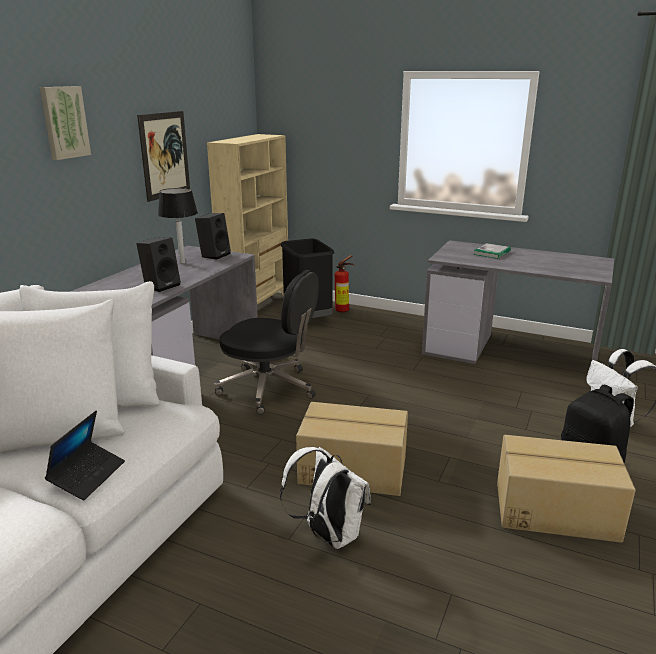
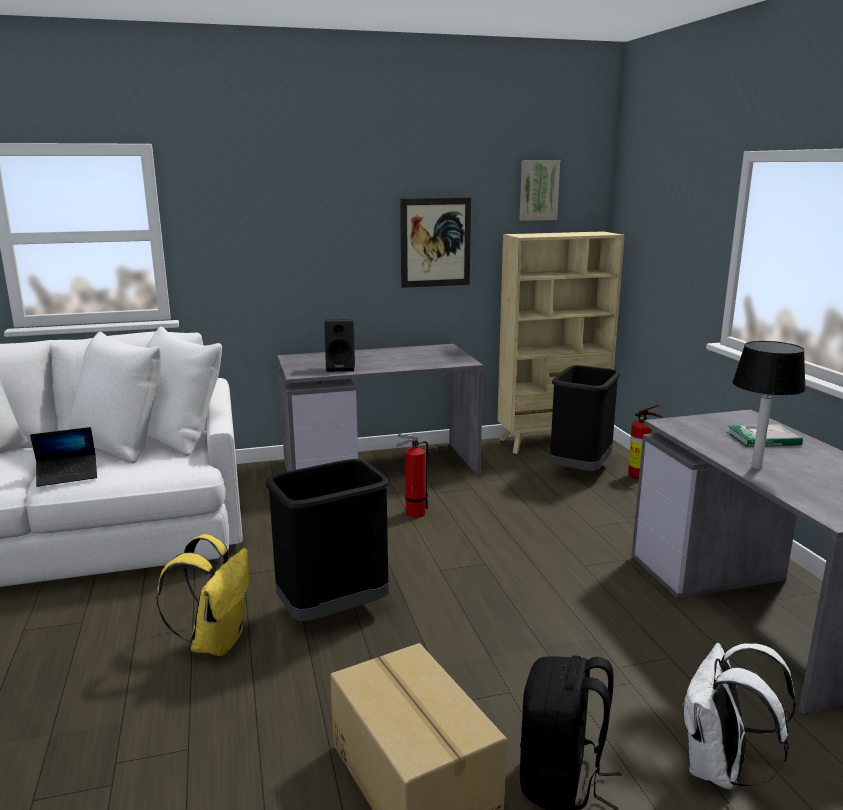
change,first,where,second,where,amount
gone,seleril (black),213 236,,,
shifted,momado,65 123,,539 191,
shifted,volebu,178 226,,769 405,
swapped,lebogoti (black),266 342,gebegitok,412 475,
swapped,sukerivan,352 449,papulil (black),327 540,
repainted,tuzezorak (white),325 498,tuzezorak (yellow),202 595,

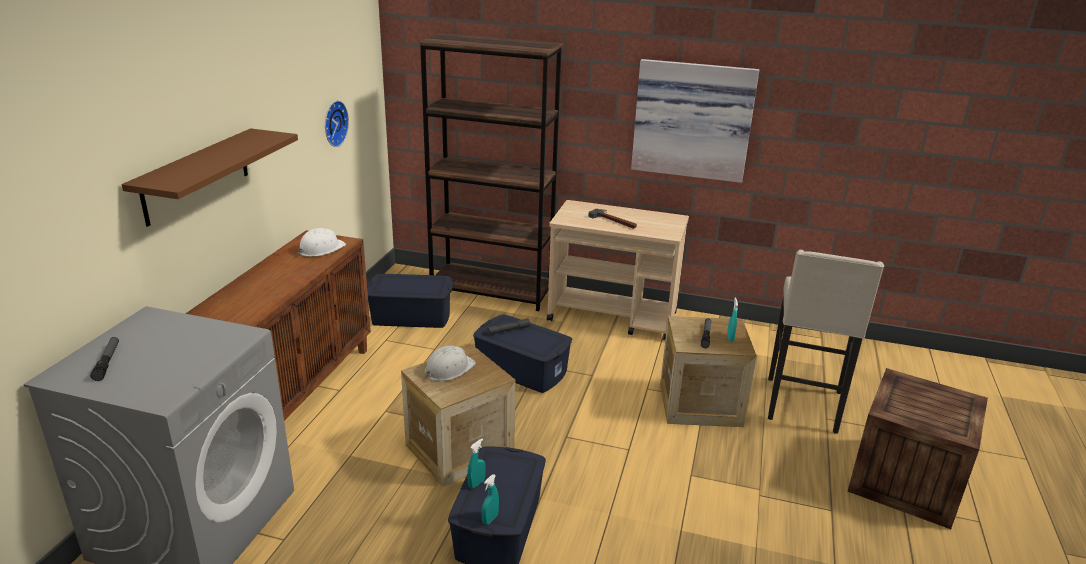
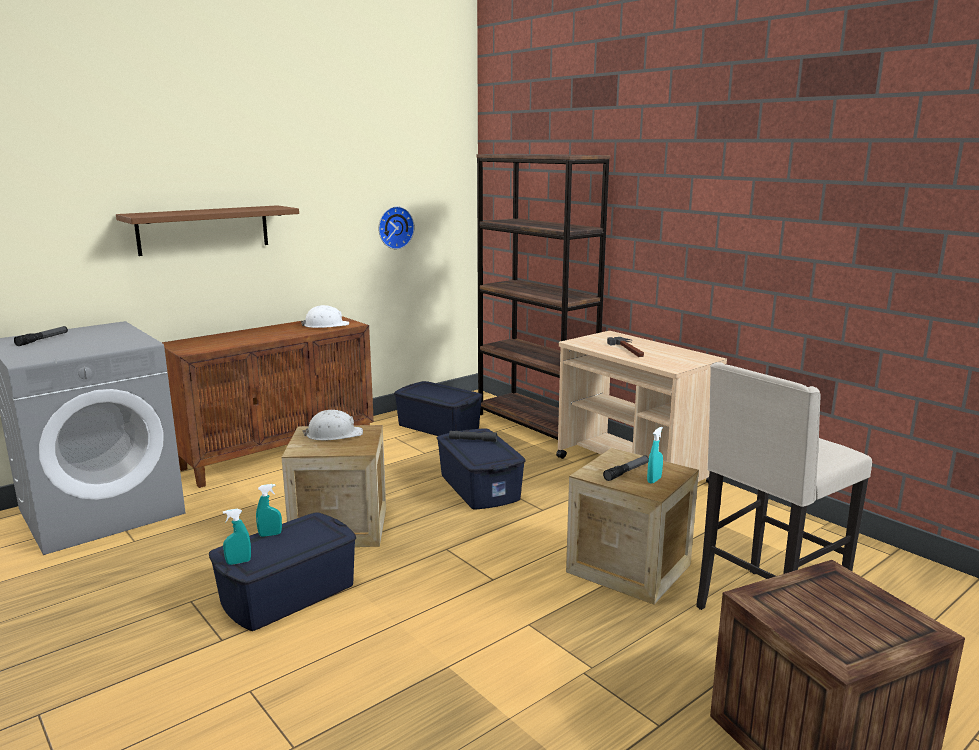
change,first,where,second,where,amount
gone,momado,695 121,,,

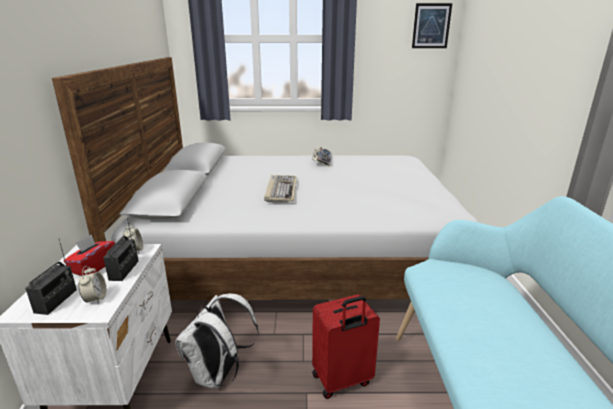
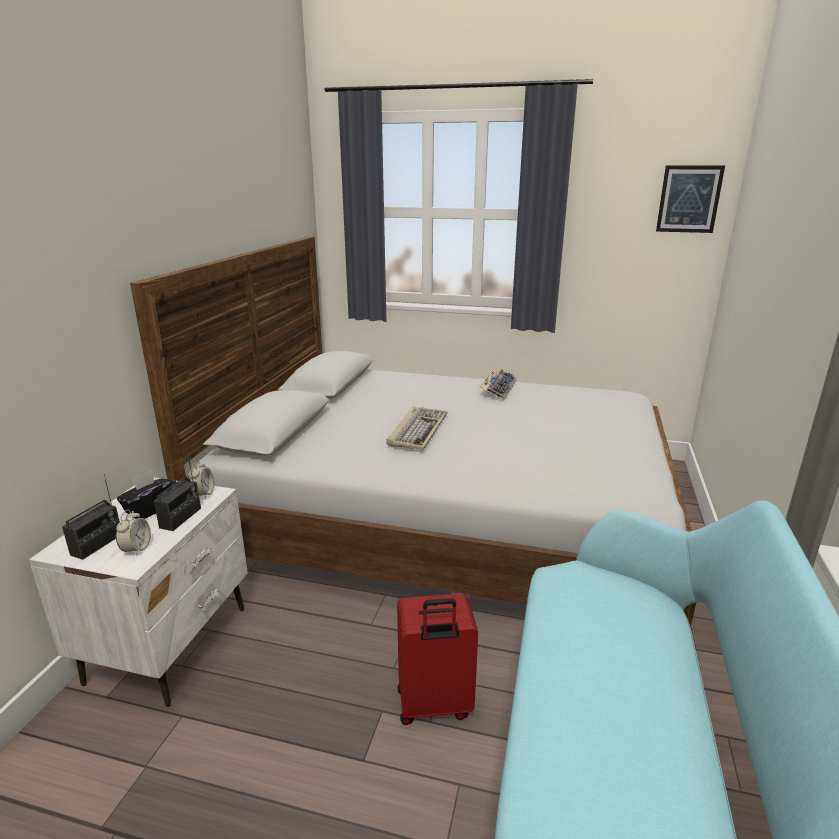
change,first,where,second,where,amount
gone,tuzezorak (white),217 341,,,
repainted,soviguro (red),89 255,soviguro (black),147 494,

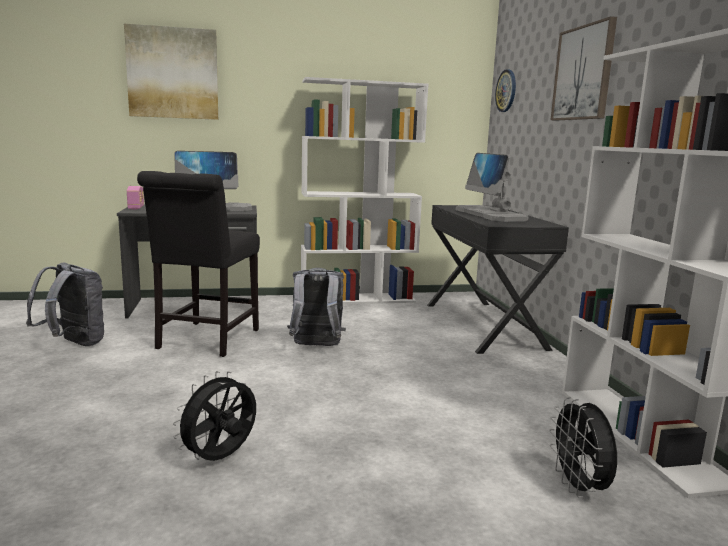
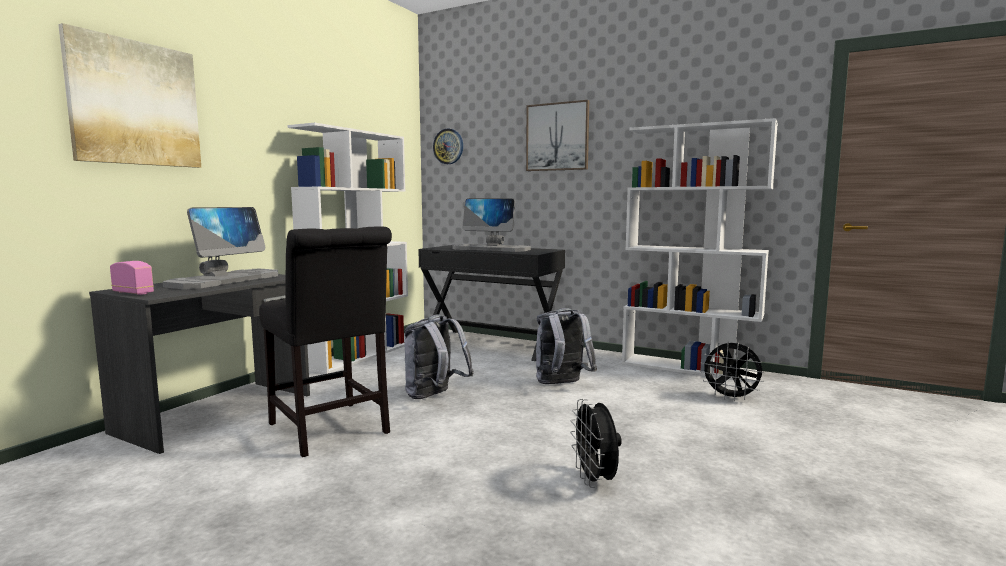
change,first,where,second,where,amount
shifted,tuzezorak (grey),65 304,,566 346,

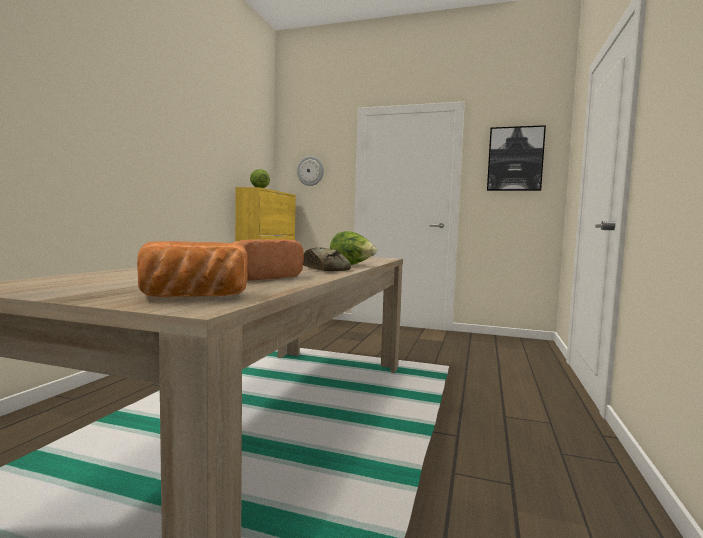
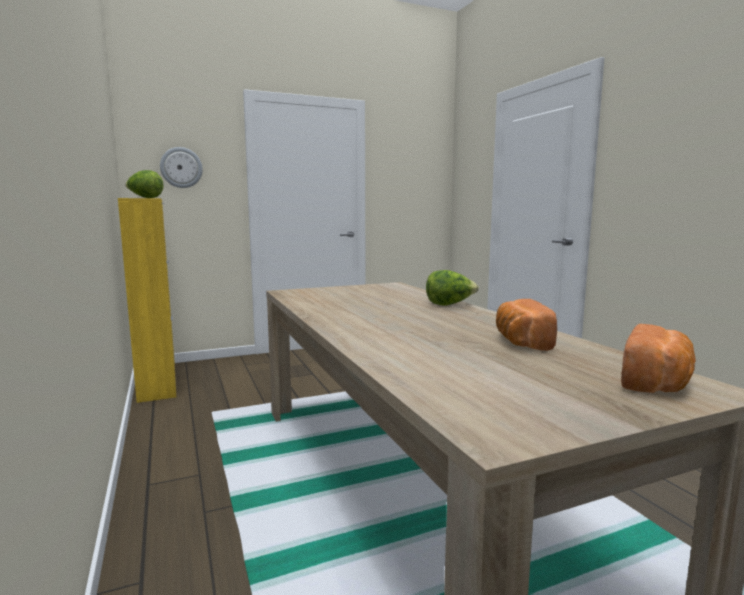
change,first,where,second,where,amount
gone,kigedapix,327 259,,,
gone,momado,516 158,,,

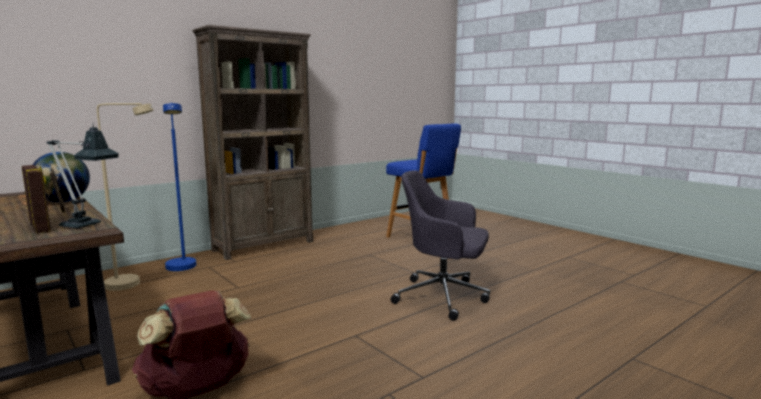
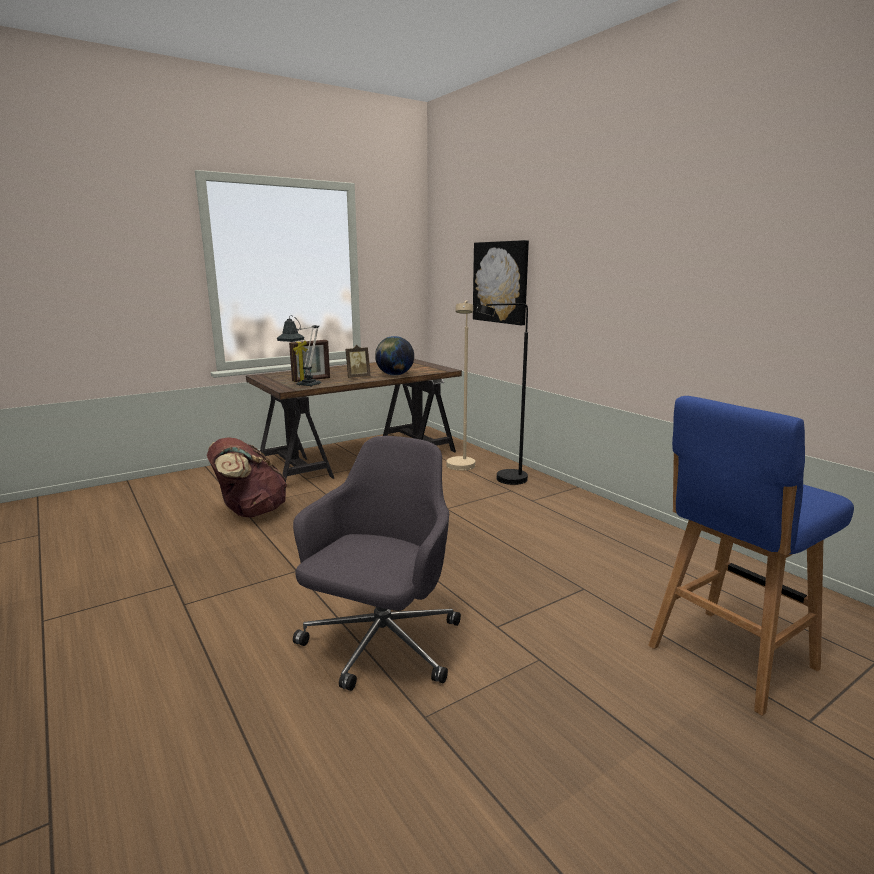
change,first,where,second,where,amount
gone,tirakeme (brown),252 142,,,
new,,,momado,501 282,
repainted,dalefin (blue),179 187,dalefin (black),502 394,

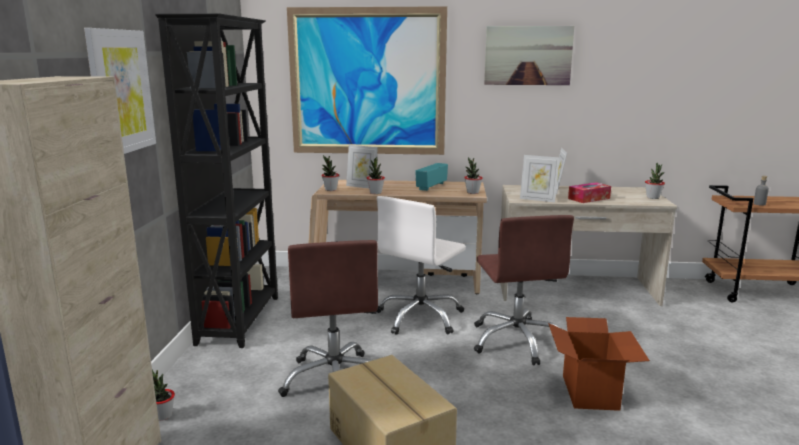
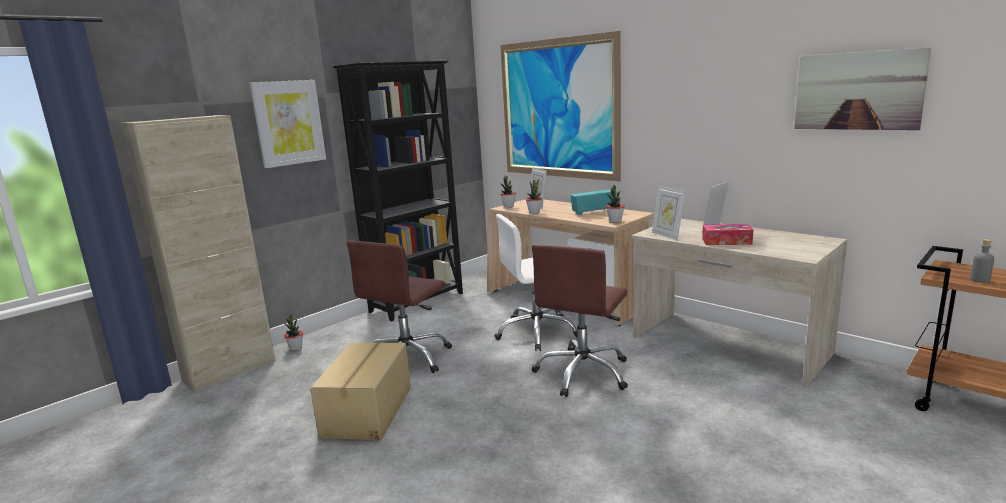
change,first,where,second,where,amount
gone,sukerivan,599 364,,,
gone,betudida,655 181,,,
shifted,momado,529 55,,863 88,

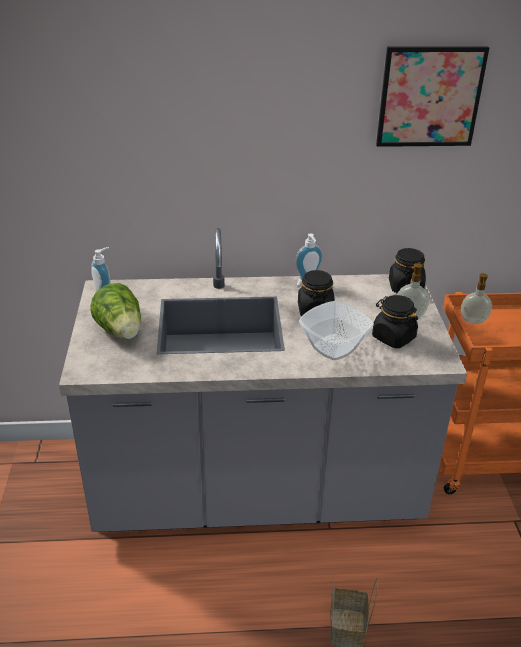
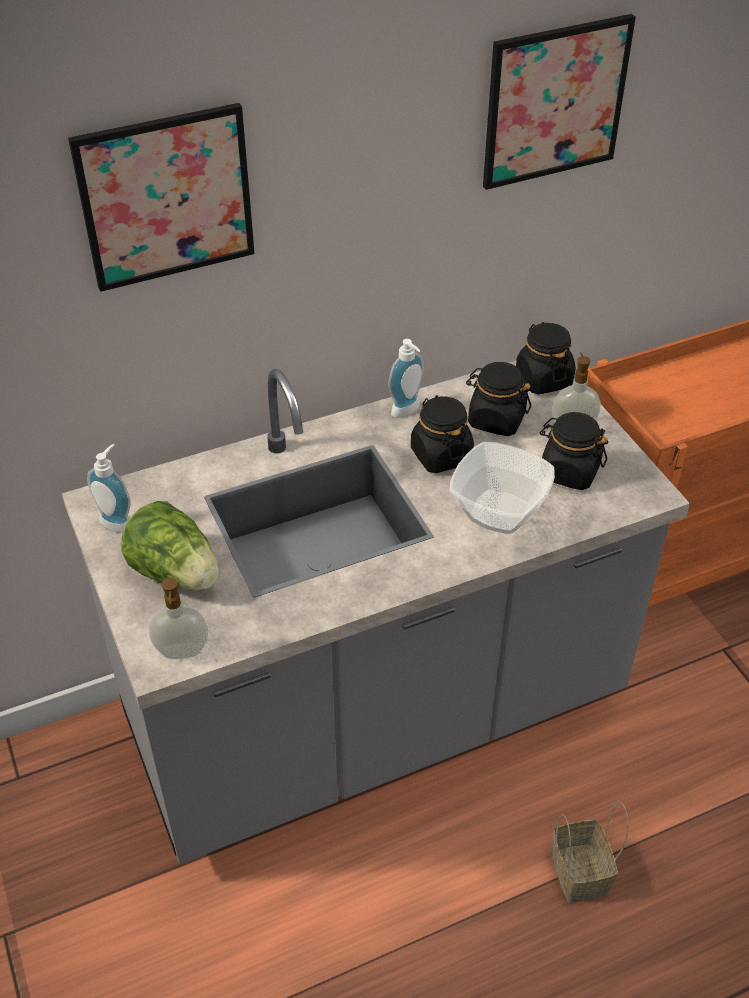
change,first,where,second,where,amount
new,,,momado,161 197,
new,,,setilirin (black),498 399,
shifted,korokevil,476 298,,178 618,

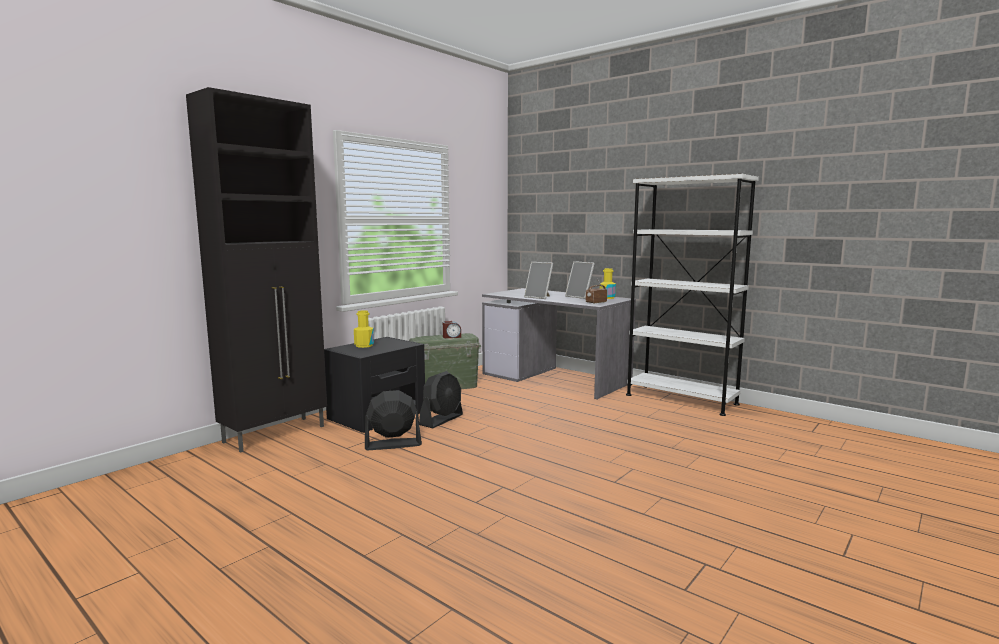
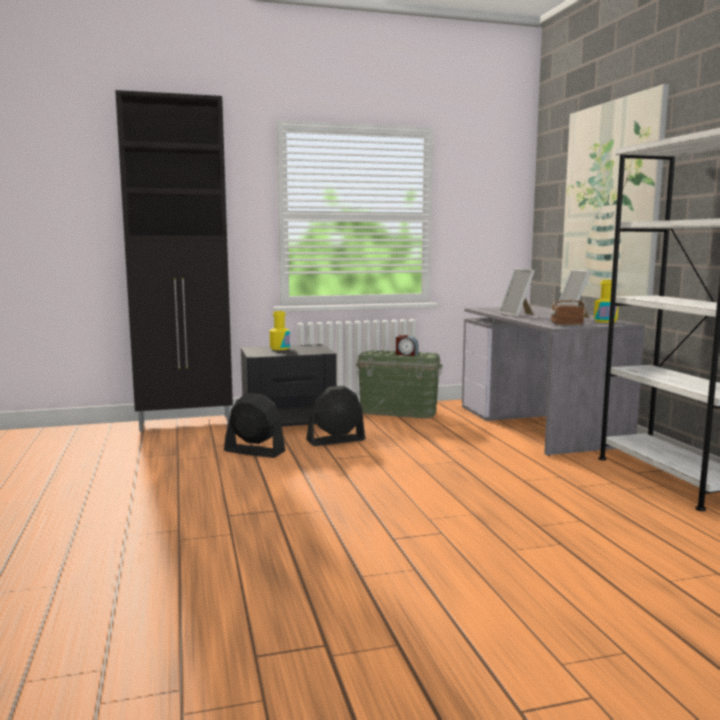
change,first,where,second,where,amount
new,,,momado,614 191,

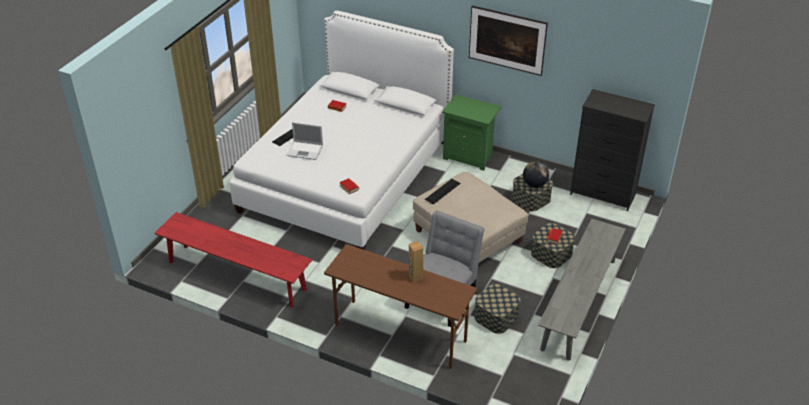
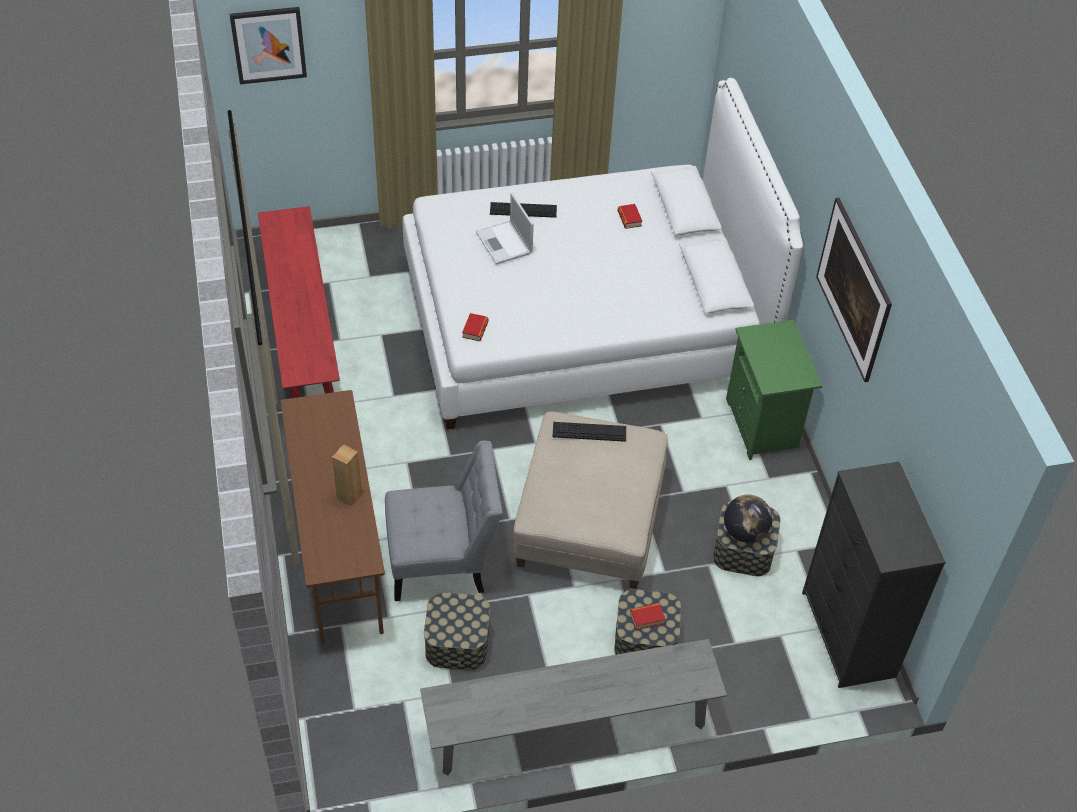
change,first,where,second,where,amount
new,,,momado,268 45,

